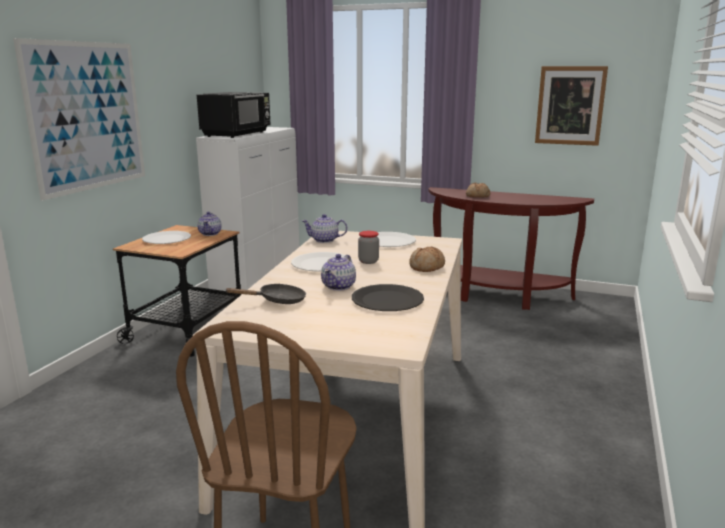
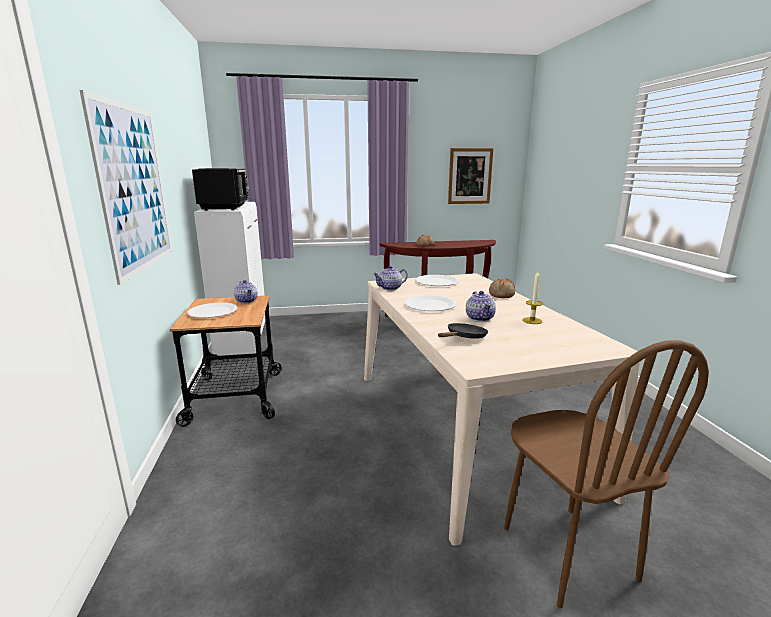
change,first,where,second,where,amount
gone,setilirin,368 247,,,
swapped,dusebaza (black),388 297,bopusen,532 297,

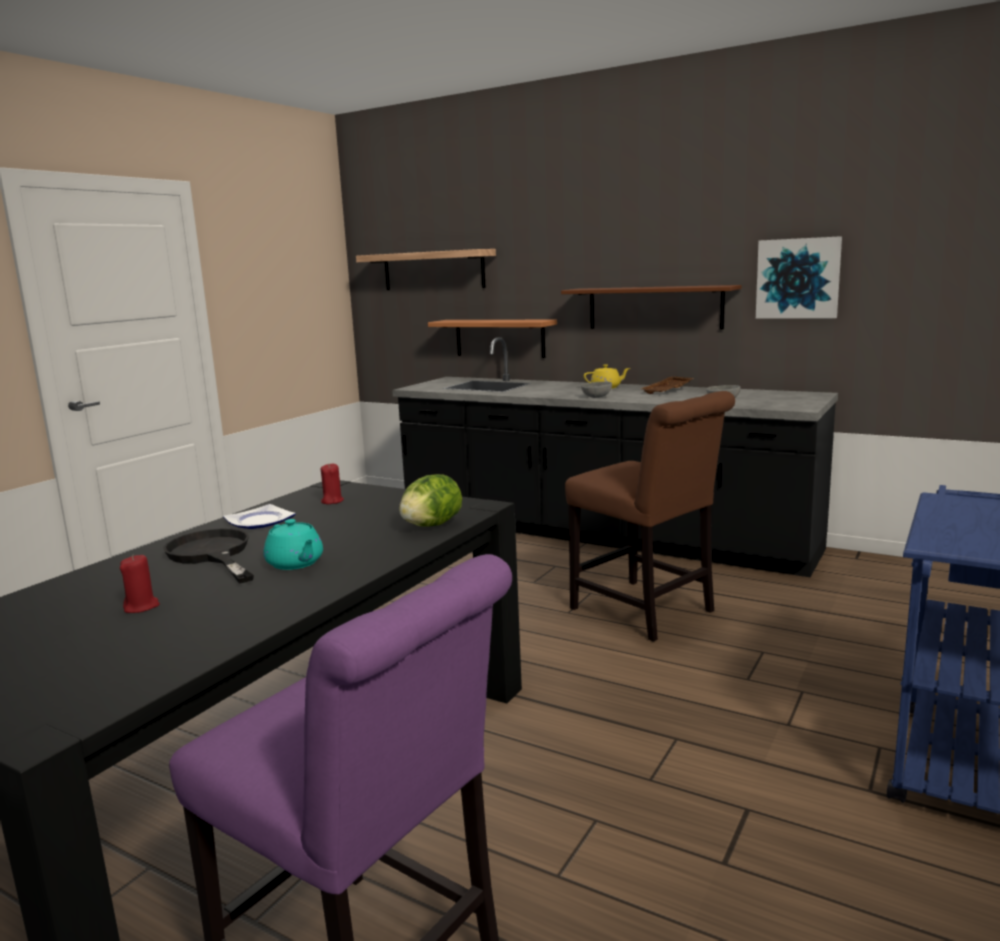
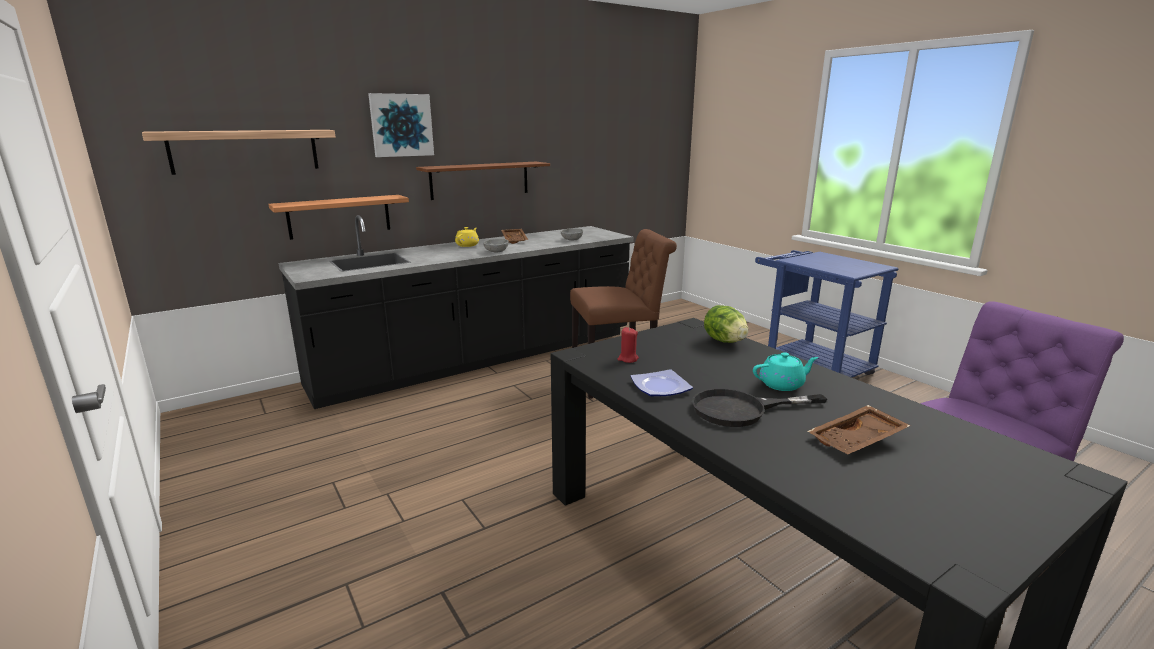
change,first,where,second,where,amount
shifted,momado,799 277,,401 125,
swapped,bopusen (red),140 584,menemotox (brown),859 429,

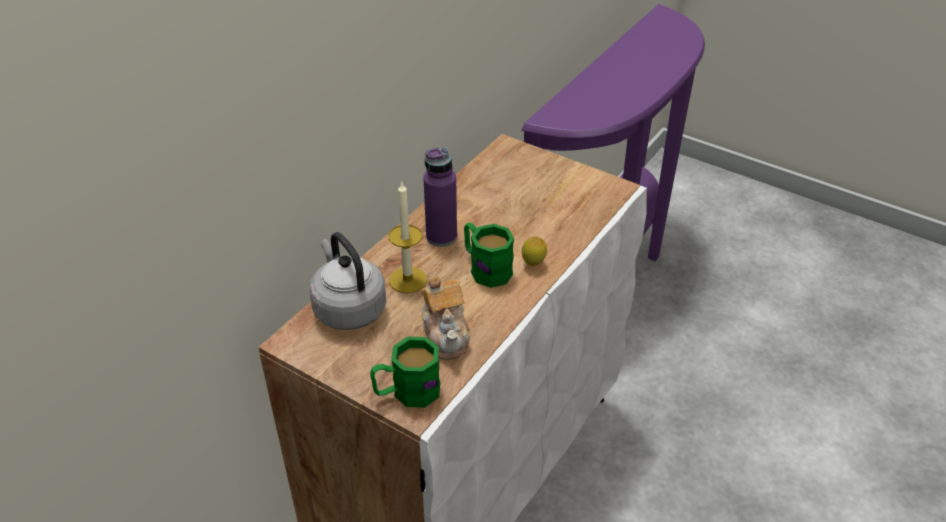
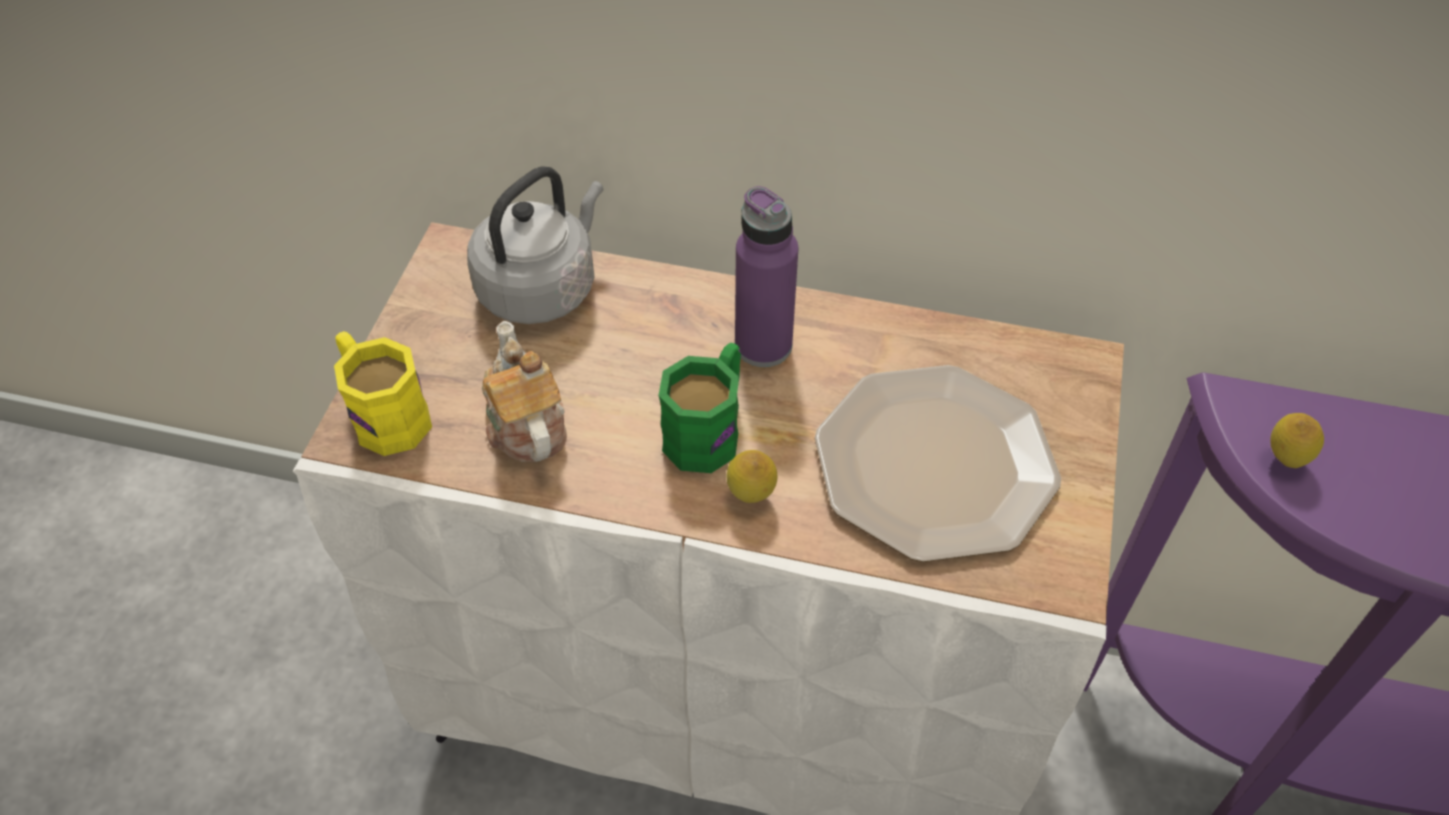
change,first,where,second,where,amount
gone,bopusen,407 237,,,
new,,,dusebaza,937 463,
new,,,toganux,1297 440,
repainted,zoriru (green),405 372,zoriru (yellow),383 393,
rotated,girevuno,445 318,,524 391,105 degrees clockwise

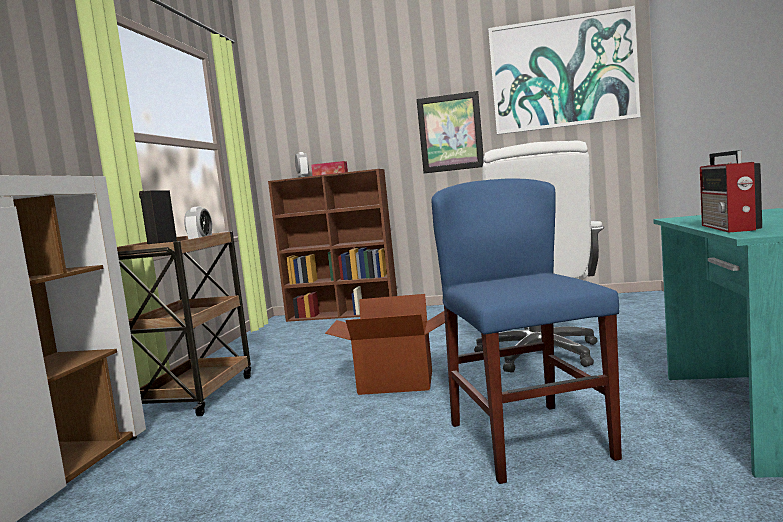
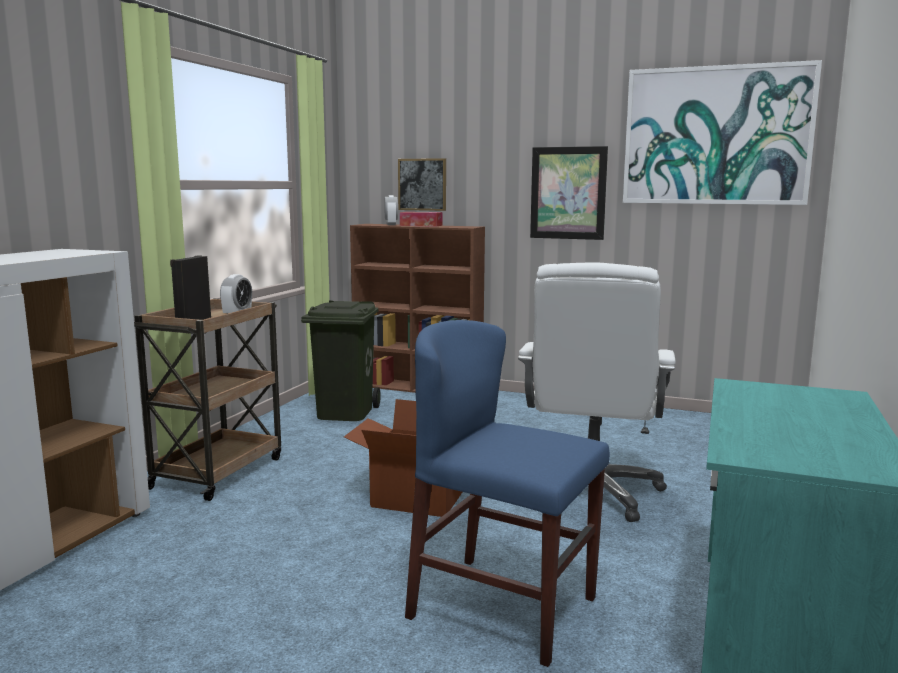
change,first,where,second,where,amount
gone,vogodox,731 191,,,
new,,,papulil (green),341 360,
new,,,momado,422 184,
rotated,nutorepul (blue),526 331,,507 493,60 degrees counterclockwise

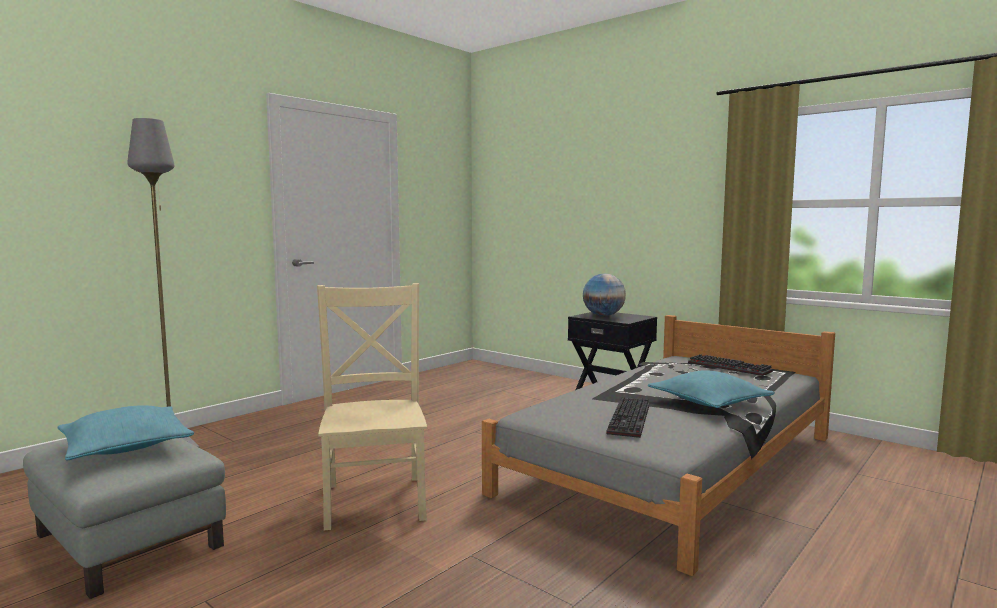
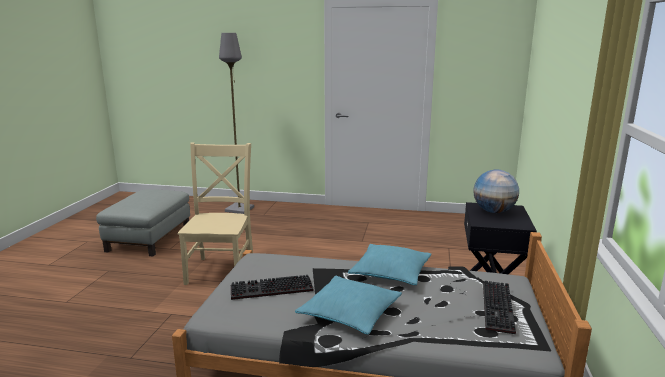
change,first,where,second,where,amount
shifted,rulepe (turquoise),126 432,,389 264,
rotated,nutorepul (beige),372 406,,215 213,45 degrees counterclockwise

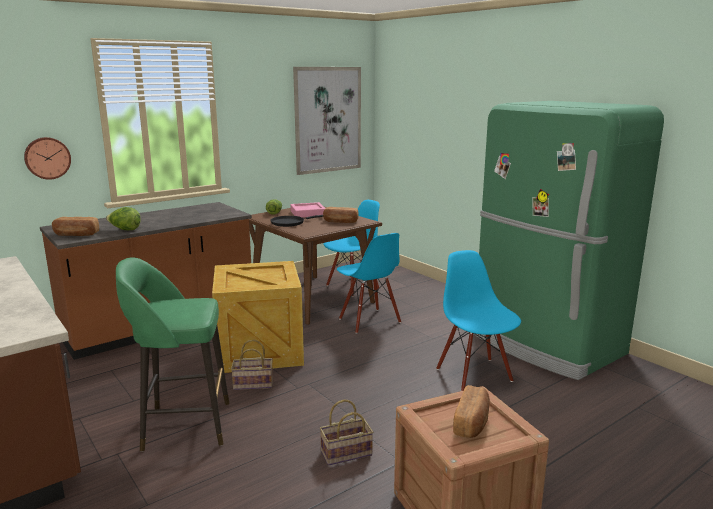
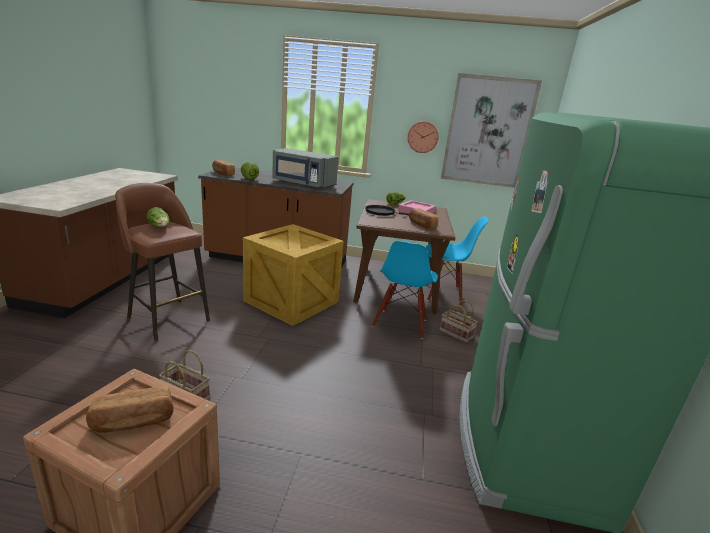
change,first,where,second,where,amount
gone,nutorepul (blue),478 320,,,
new,,,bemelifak,158 217,
new,,,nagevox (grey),305 168,
shifted,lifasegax,47 158,,423 137,
shifted,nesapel,252 364,,458 321,
repainted,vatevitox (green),172 354,vatevitox (brown),162 262,

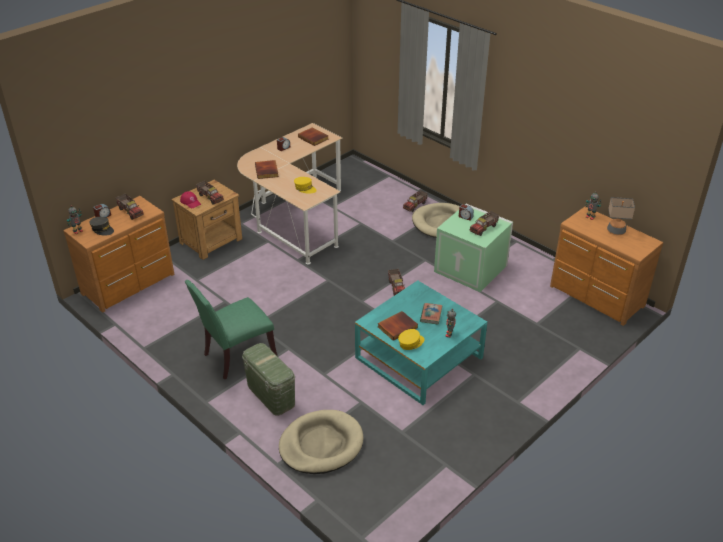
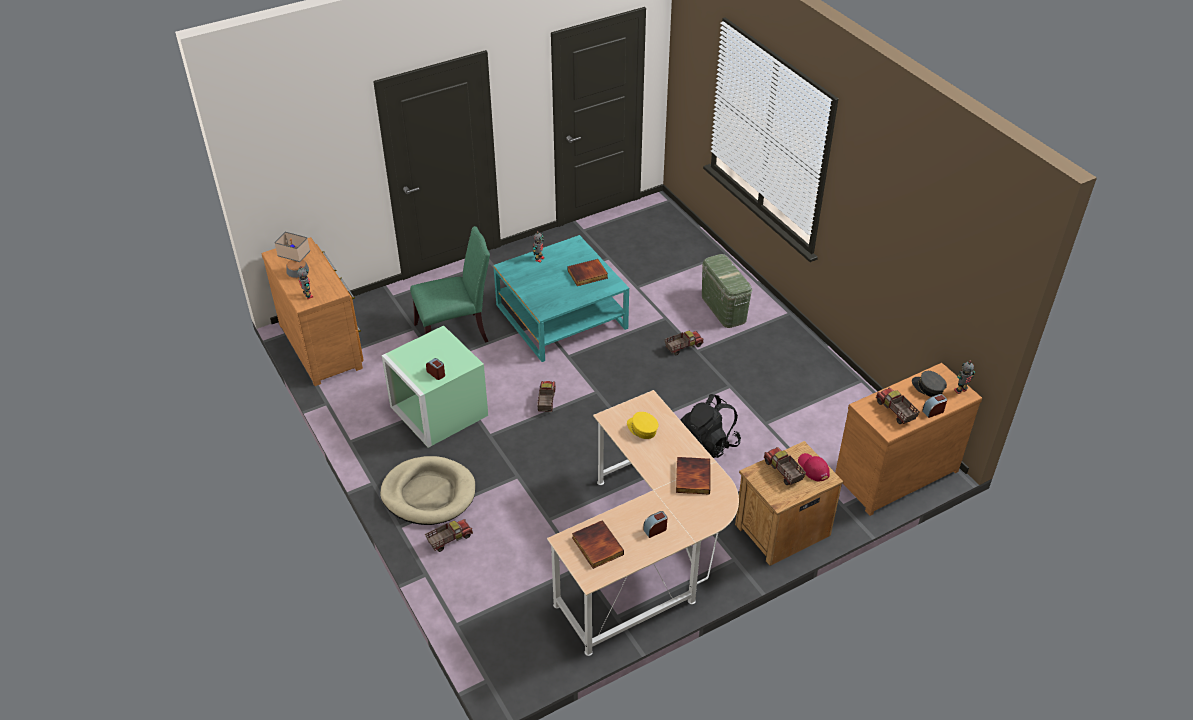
change,first,where,second,where,amount
gone,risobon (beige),321 442,,,
gone,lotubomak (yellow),411 339,,,
gone,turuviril,431 313,,,
new,,,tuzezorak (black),711 426,
shifted,nutorepul (green),231 330,,450 284,
shifted,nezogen,484 223,,683 343,

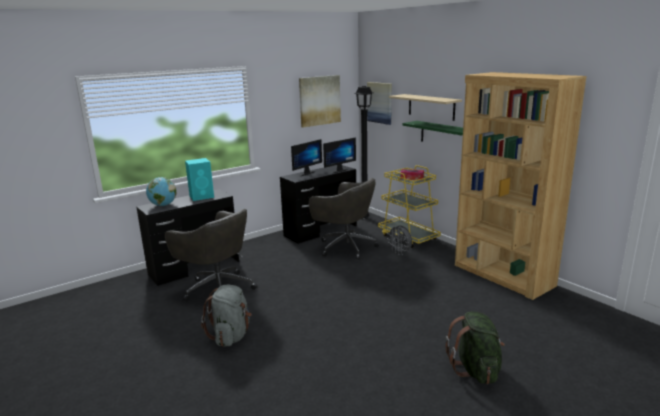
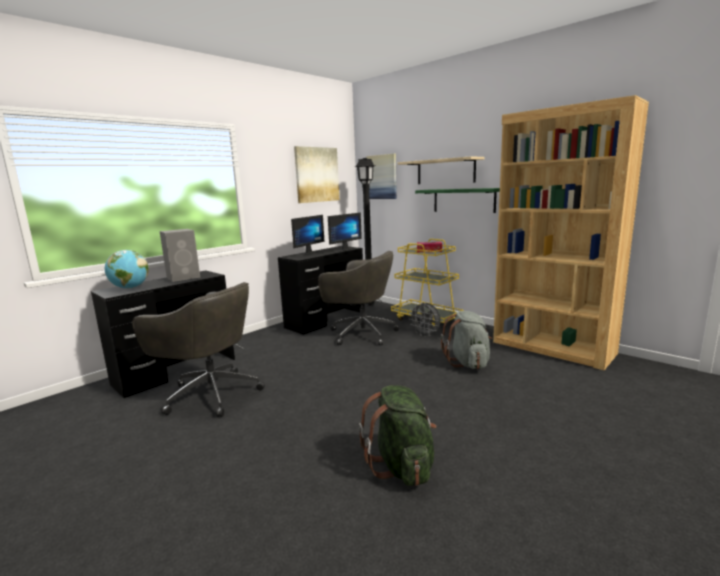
change,first,where,second,where,amount
shifted,tuzezorak (grey),226 316,,466 340,
shifted,tuzezorak (green),475 347,,397 435,
repainted,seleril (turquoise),199 179,seleril (grey),180 255,

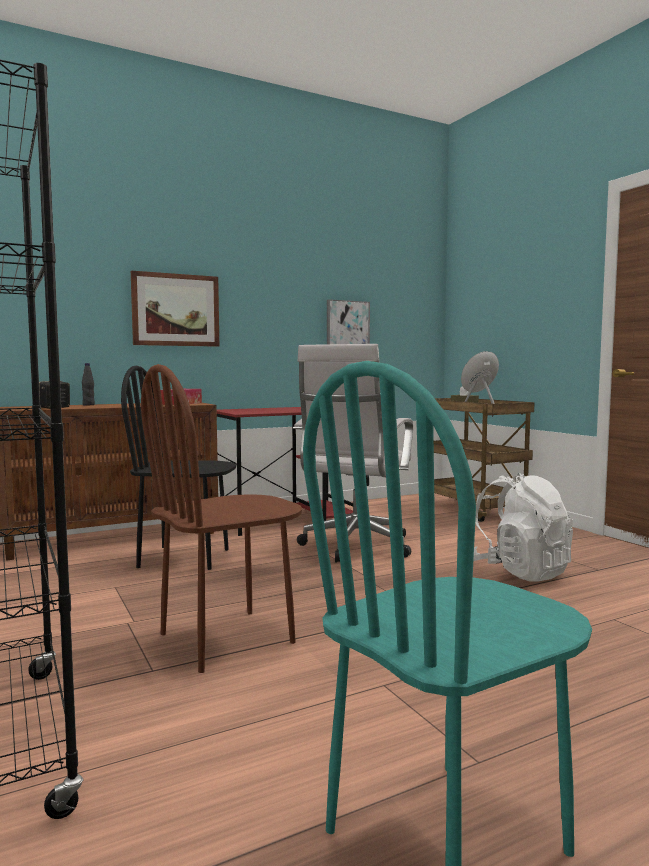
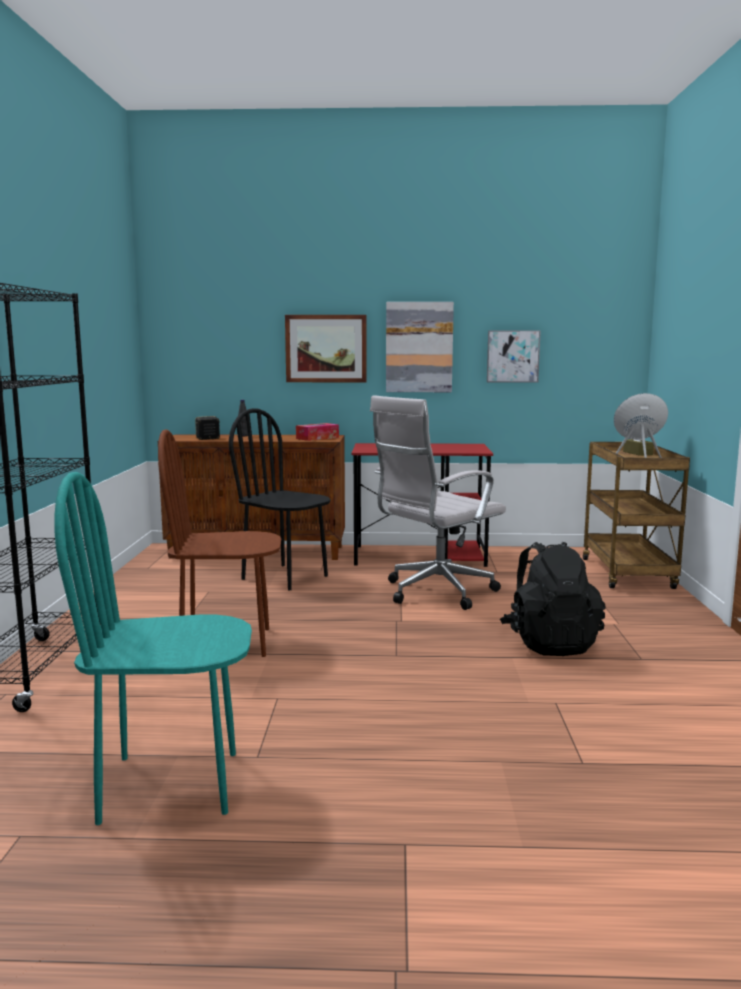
change,first,where,second,where,amount
new,,,momado,420 347,
repainted,tuzezorak (white),523 527,tuzezorak (black),553 599,

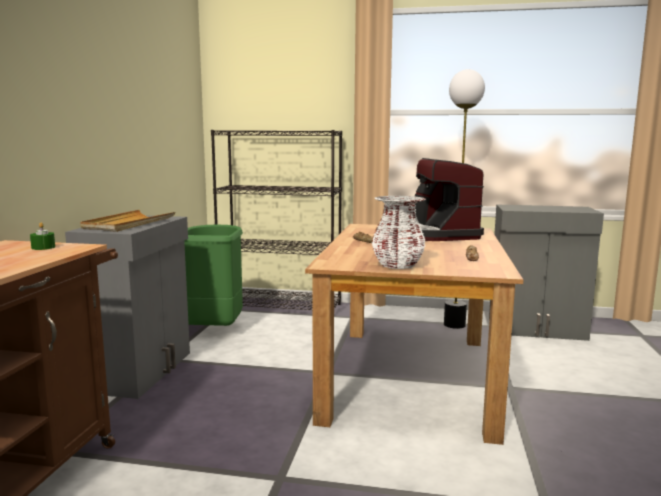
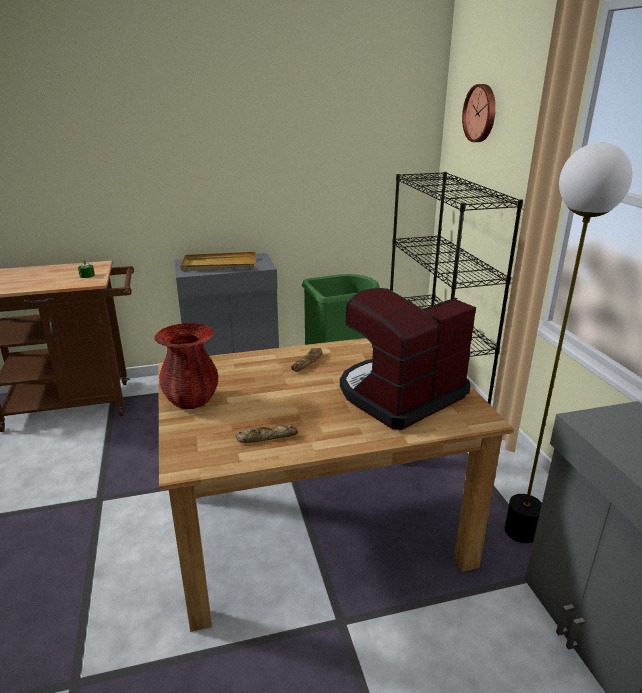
change,first,where,second,where,amount
new,,,lifasegax,479 113,
repainted,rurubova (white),399 232,rurubova (red),186 366,

